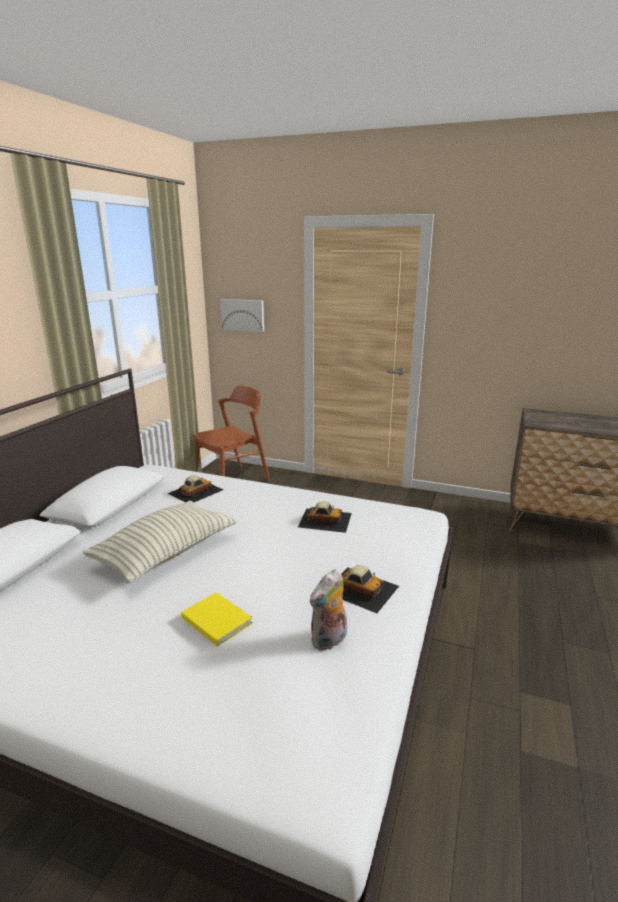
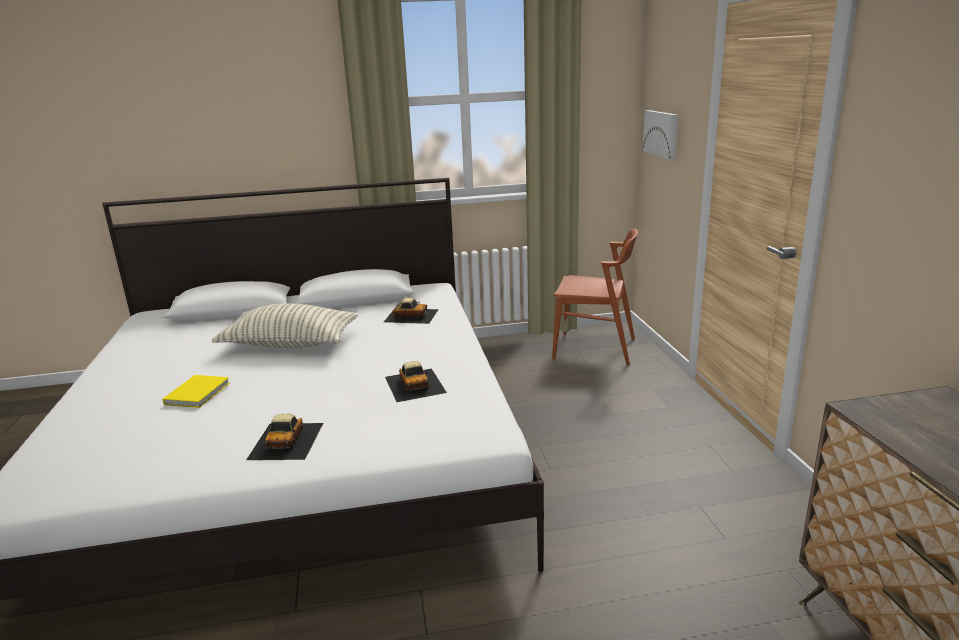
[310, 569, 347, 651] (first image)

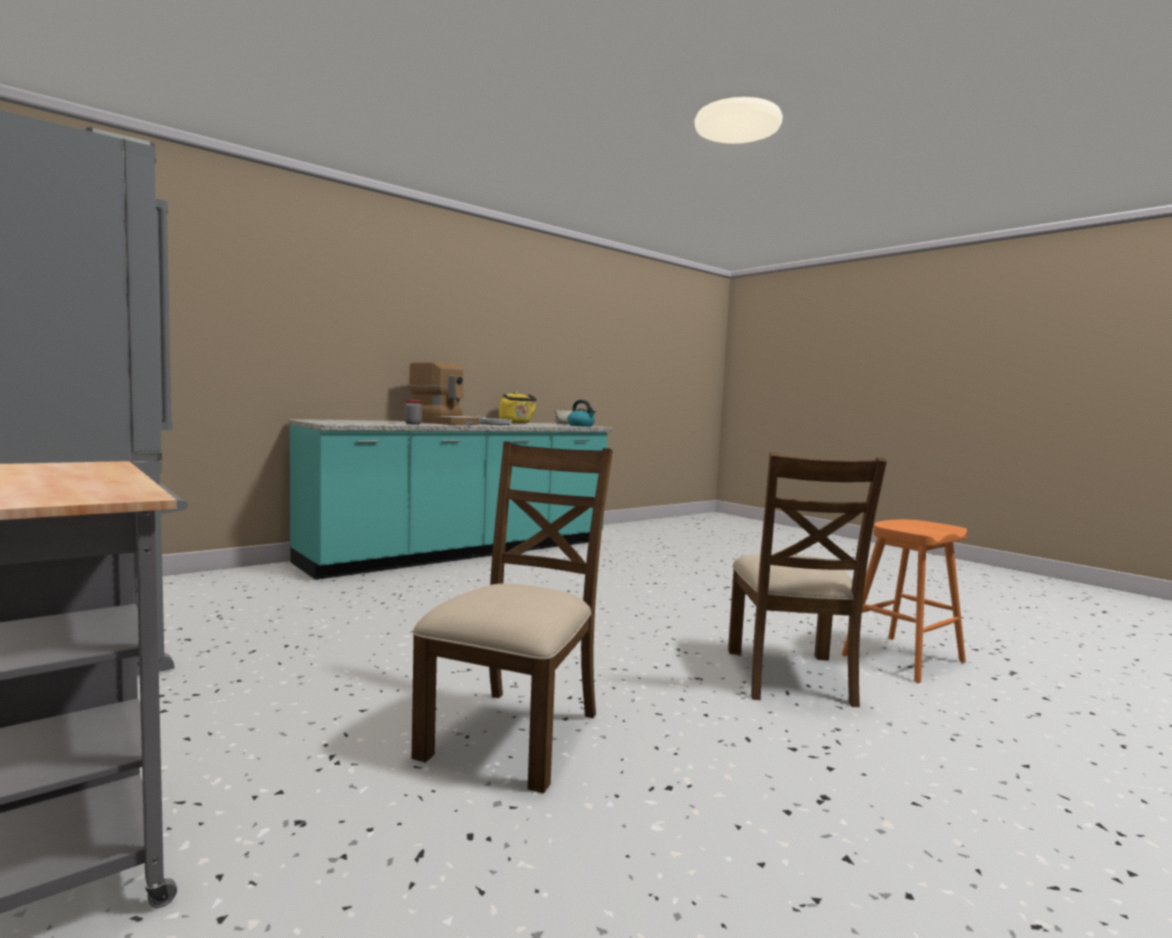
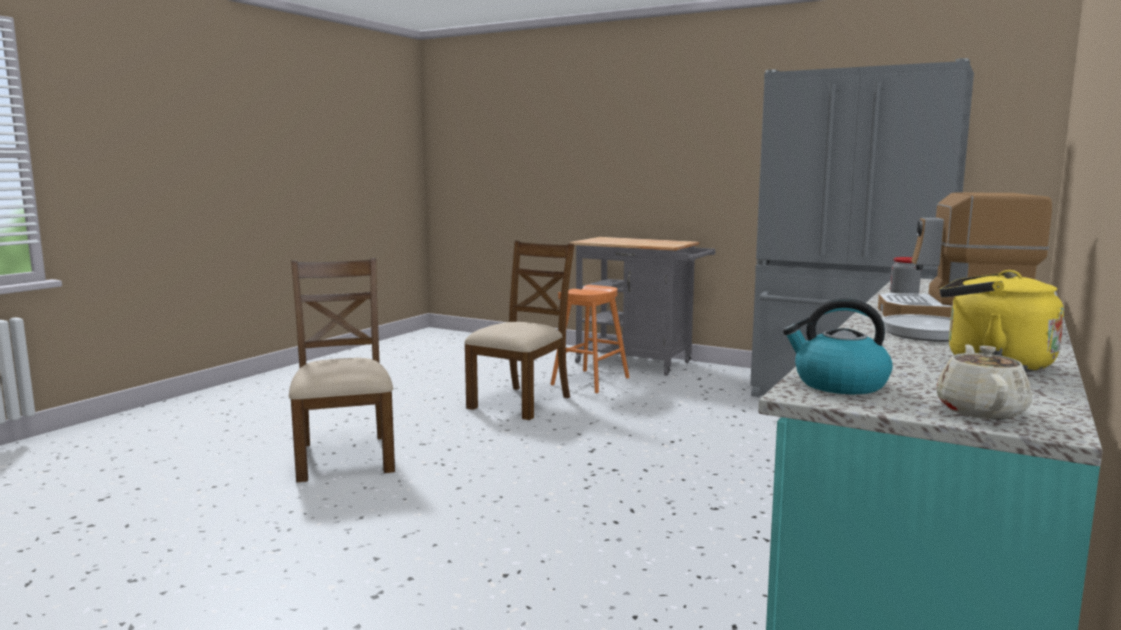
[550, 285, 630, 393]
[464, 241, 574, 420]

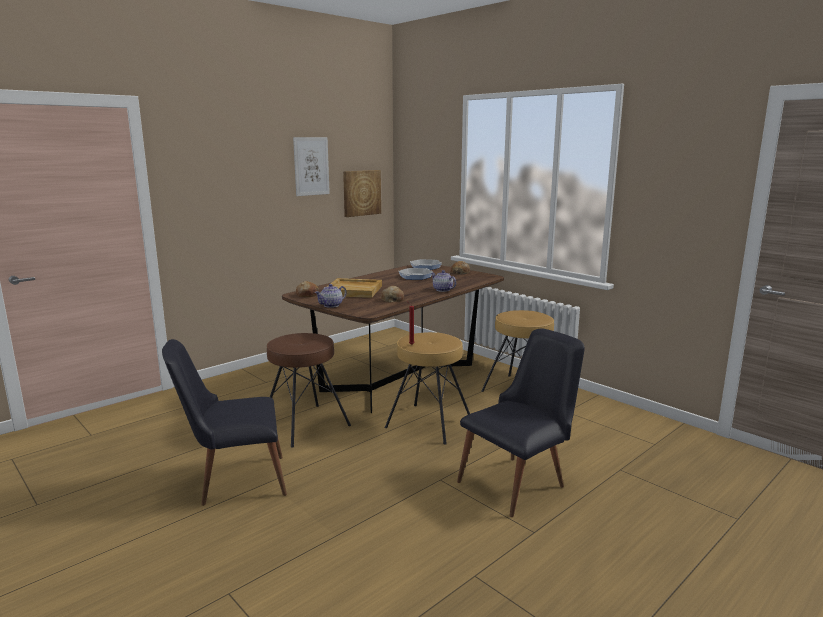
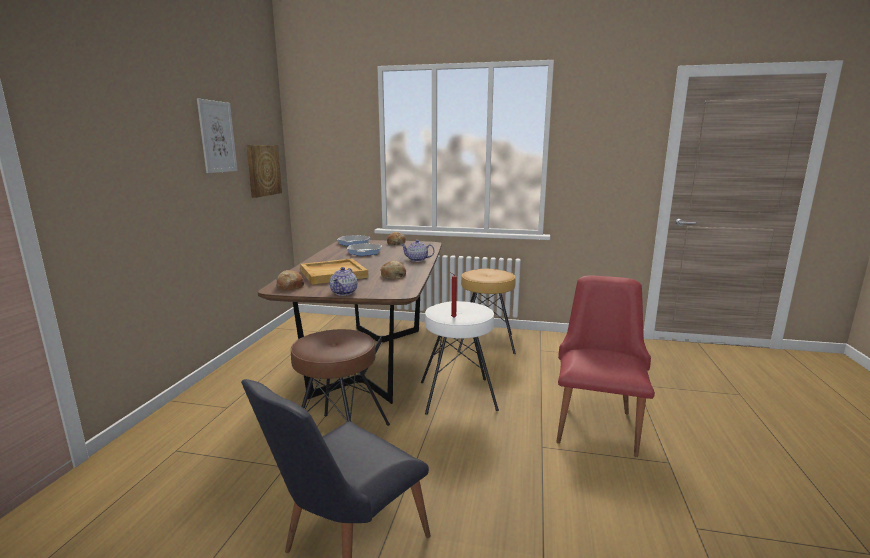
[421, 301, 499, 415]
[556, 275, 655, 457]

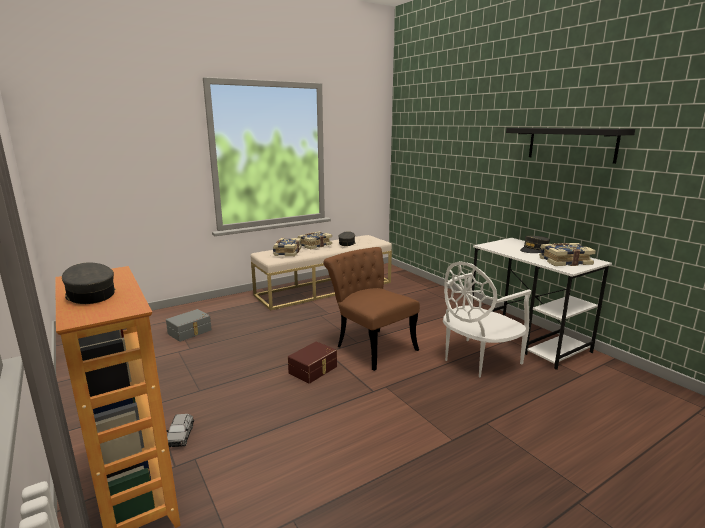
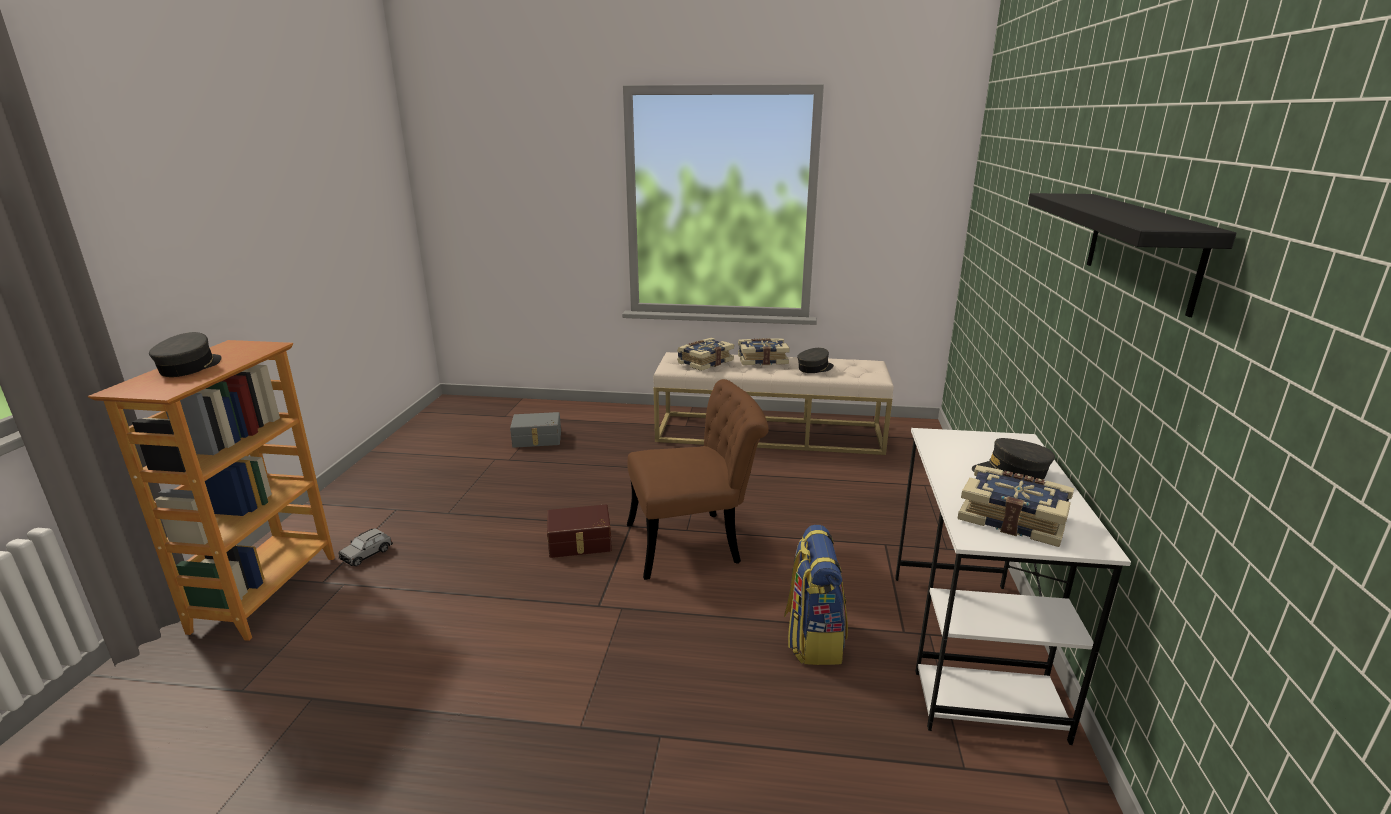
[784, 525, 848, 665]
[627, 379, 769, 580]

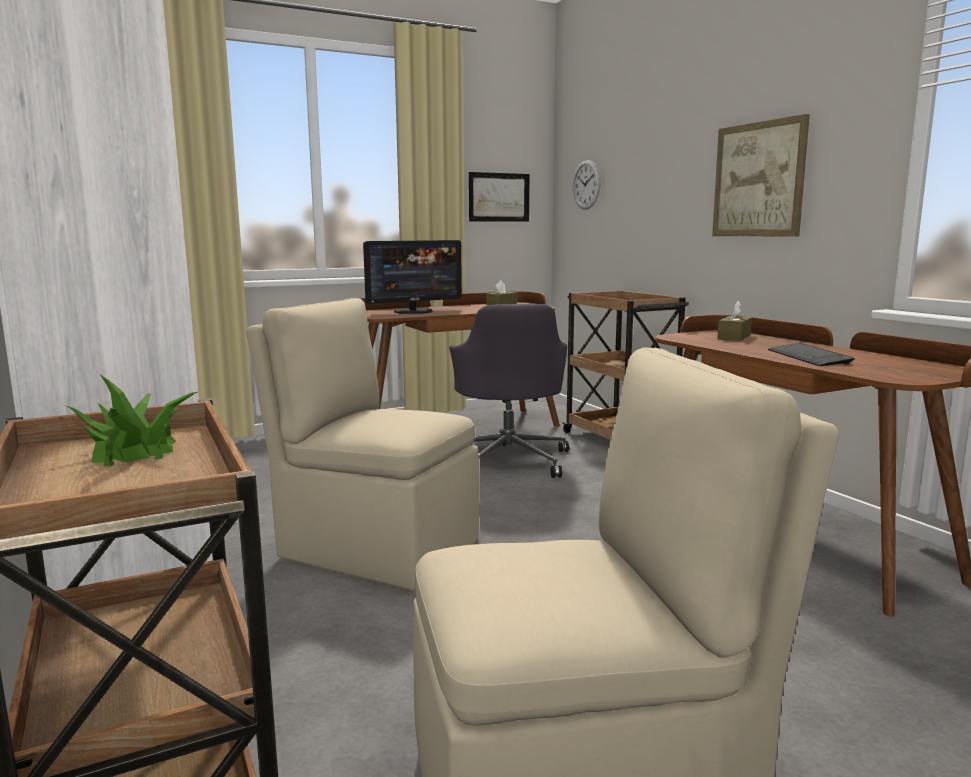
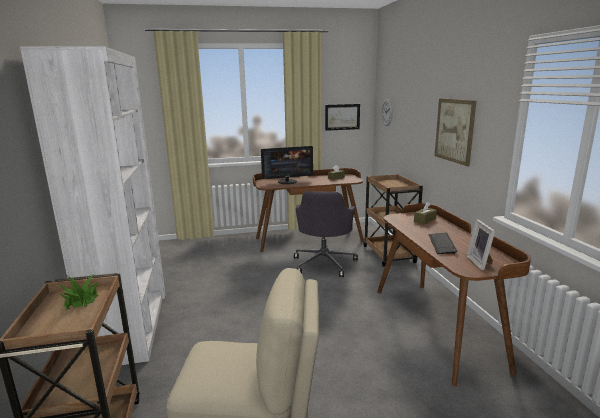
[246, 298, 480, 591] (first image)
[467, 220, 495, 270]

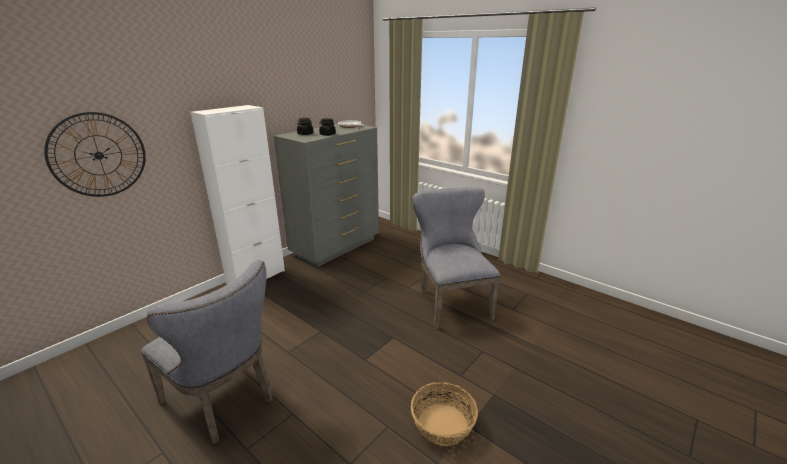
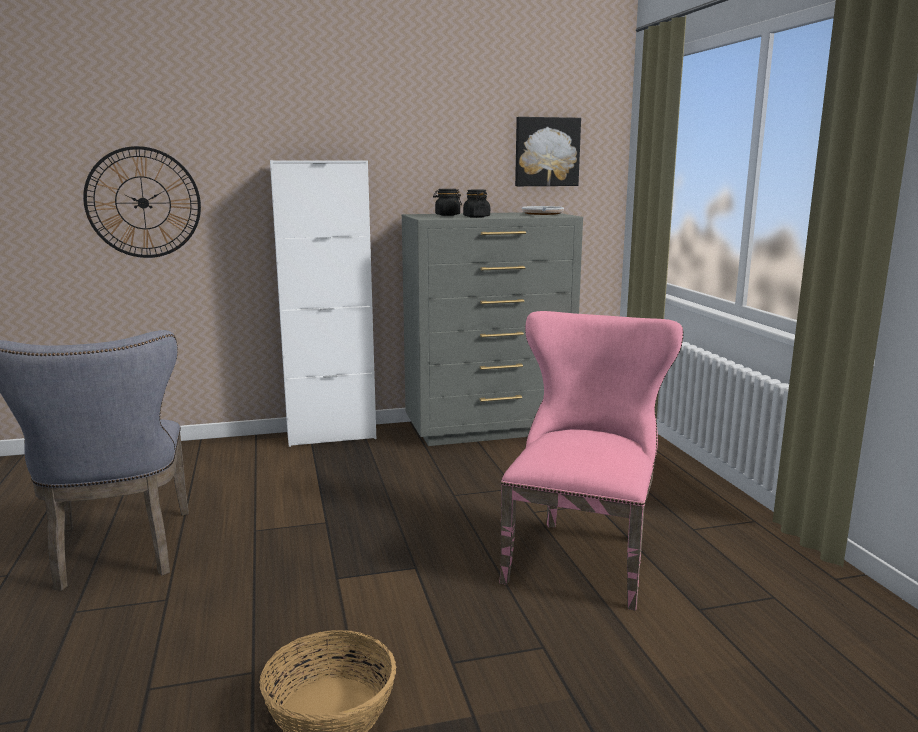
[515, 117, 581, 186]
[499, 311, 684, 611]

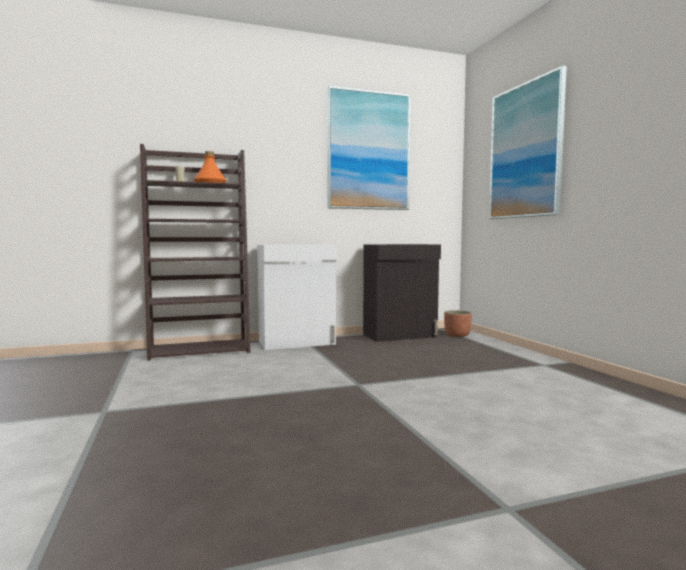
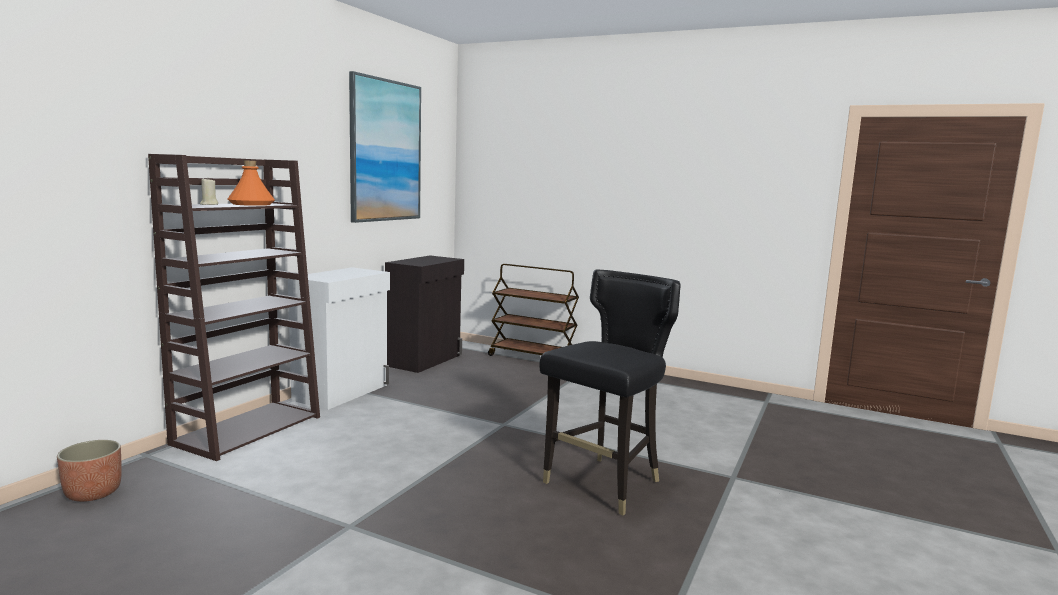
[489, 65, 567, 219] (first image)
[488, 264, 579, 356]
[539, 269, 681, 515]
[57, 440, 122, 502]

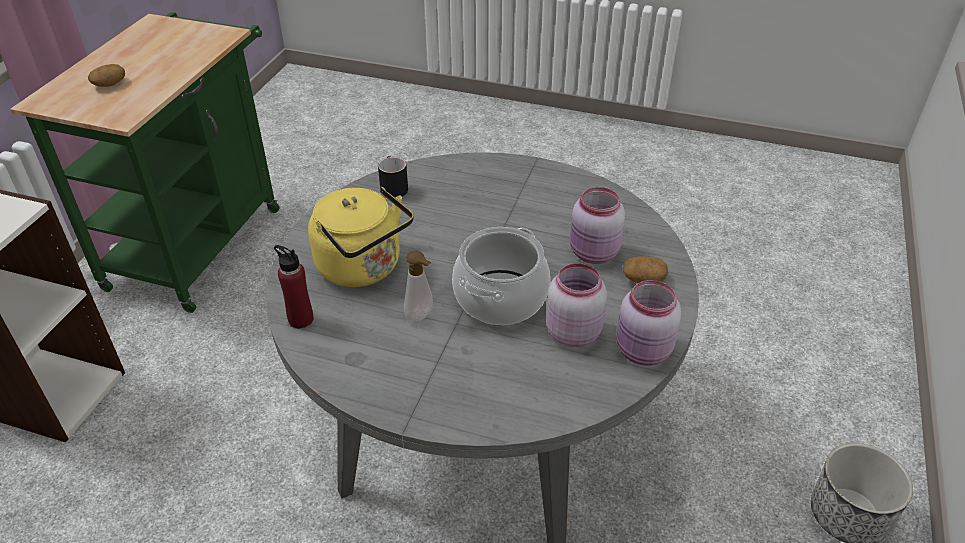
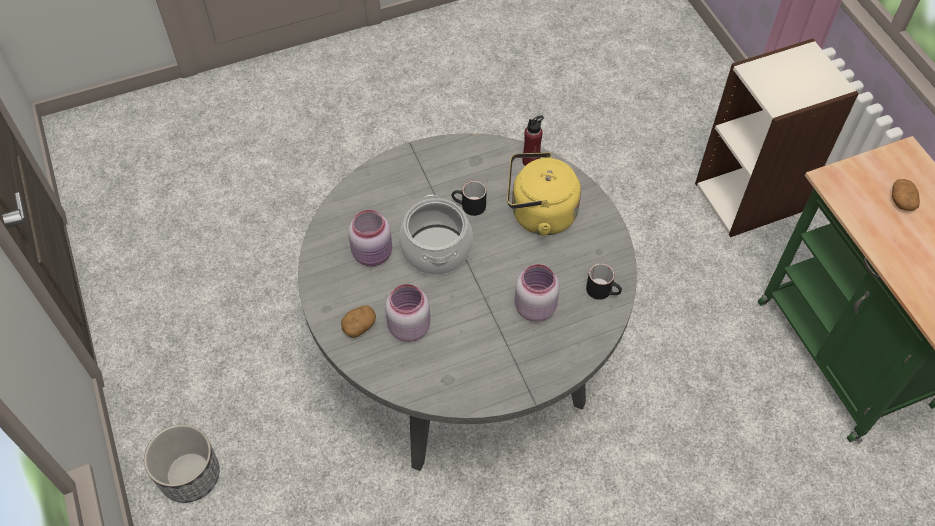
[515, 264, 560, 322]
[452, 181, 486, 216]

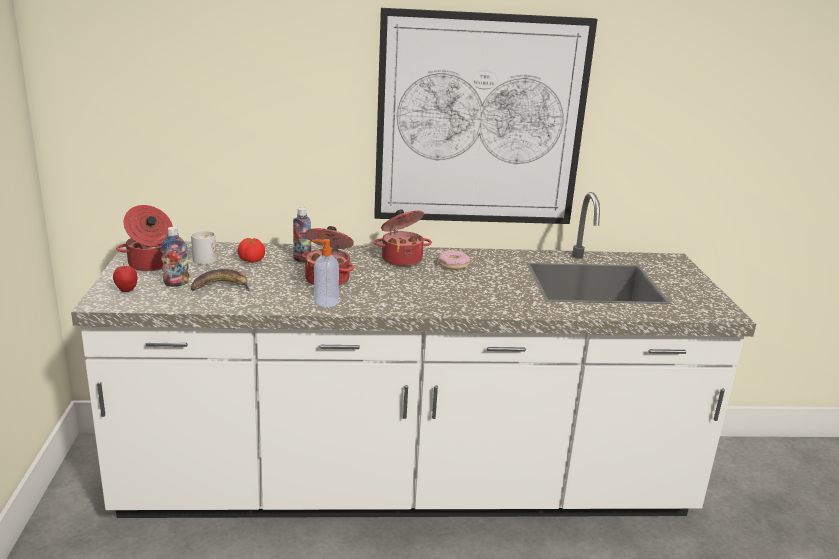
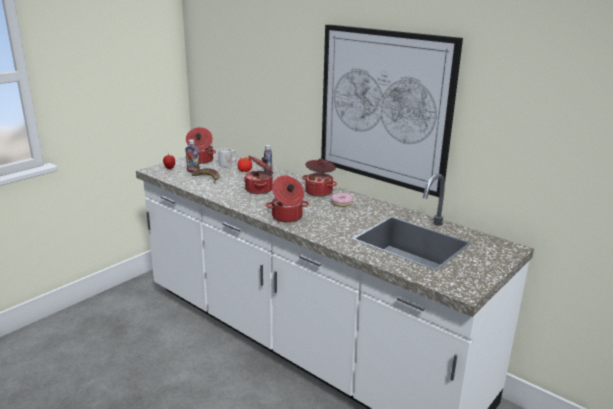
[312, 239, 339, 307] (first image)
[266, 176, 309, 223]

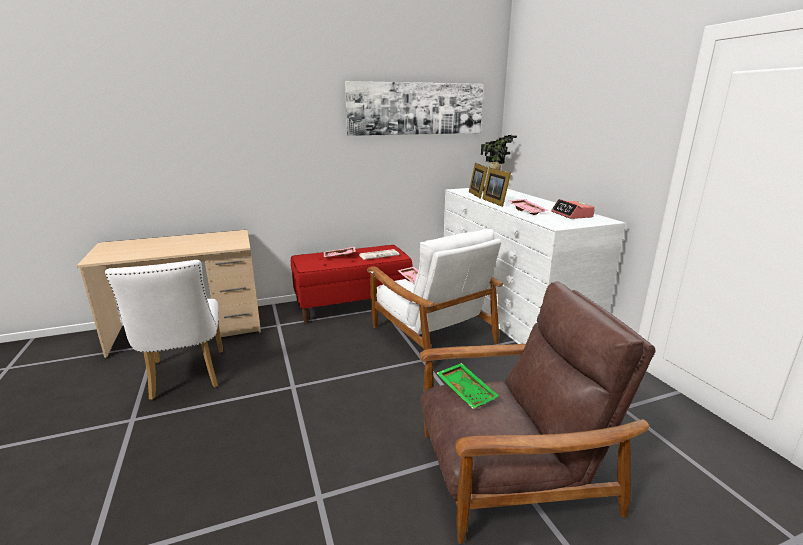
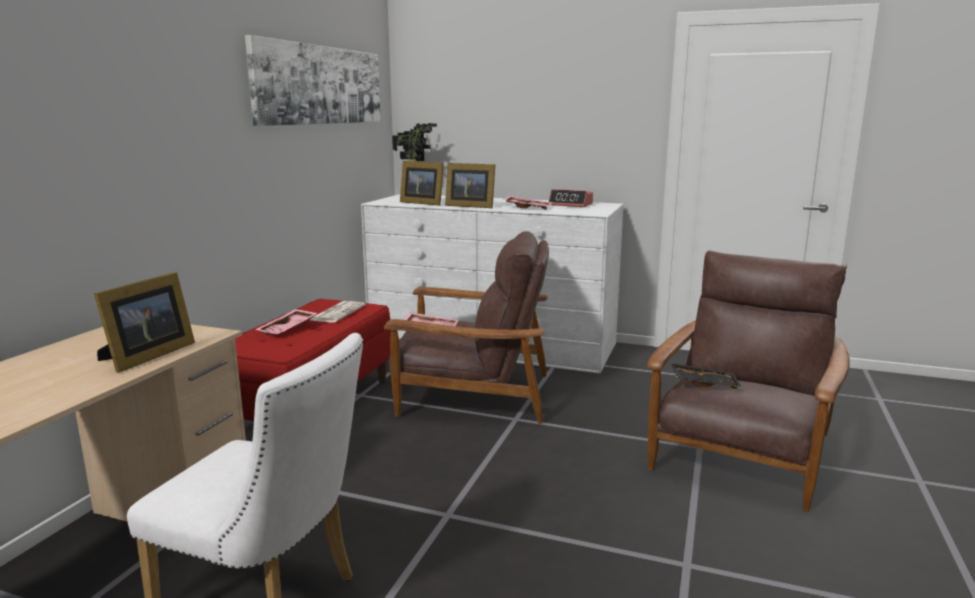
[94, 272, 195, 373]
[384, 231, 549, 424]
[671, 362, 742, 389]

